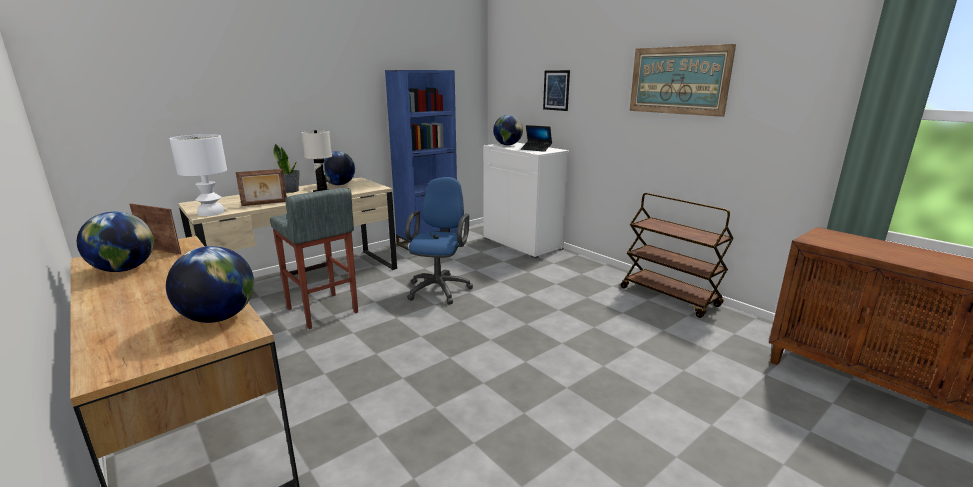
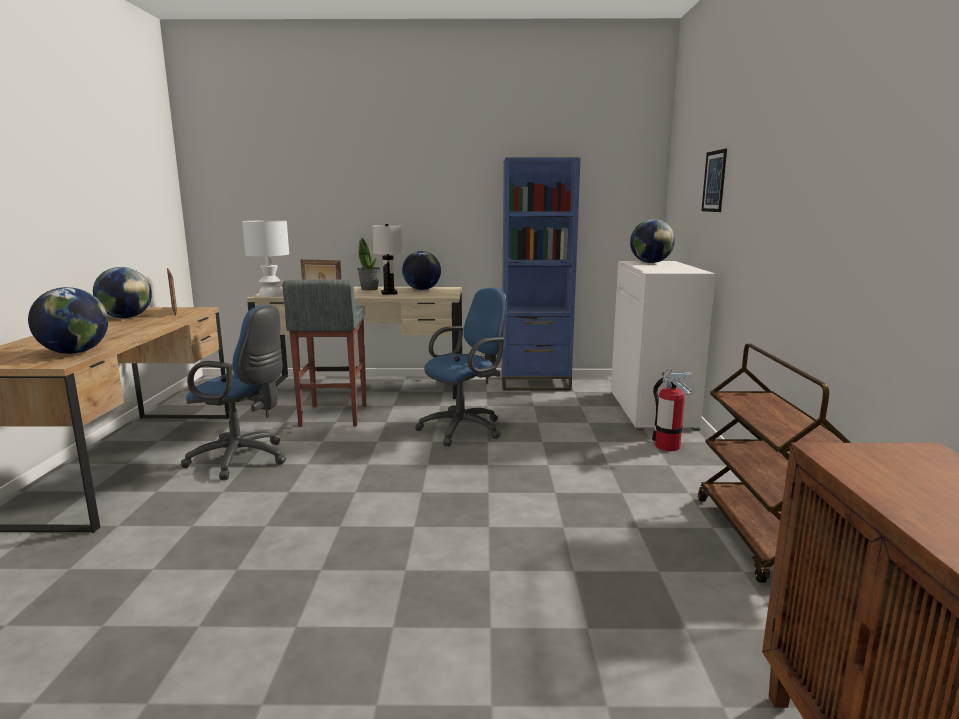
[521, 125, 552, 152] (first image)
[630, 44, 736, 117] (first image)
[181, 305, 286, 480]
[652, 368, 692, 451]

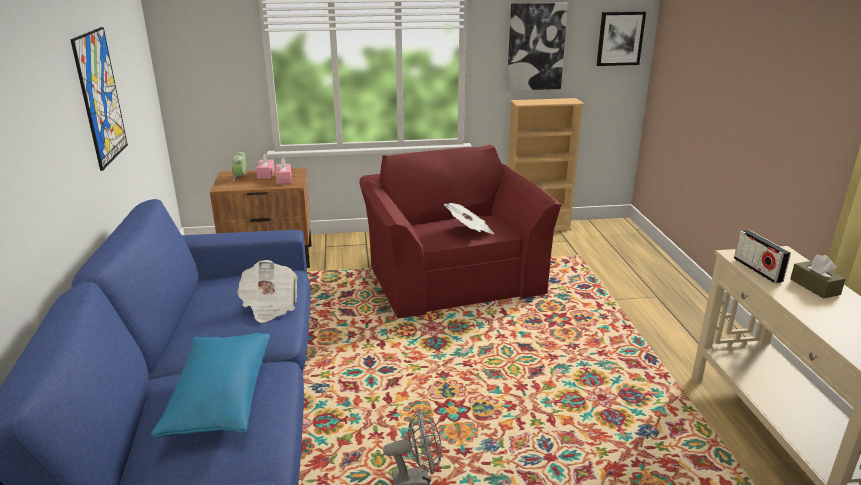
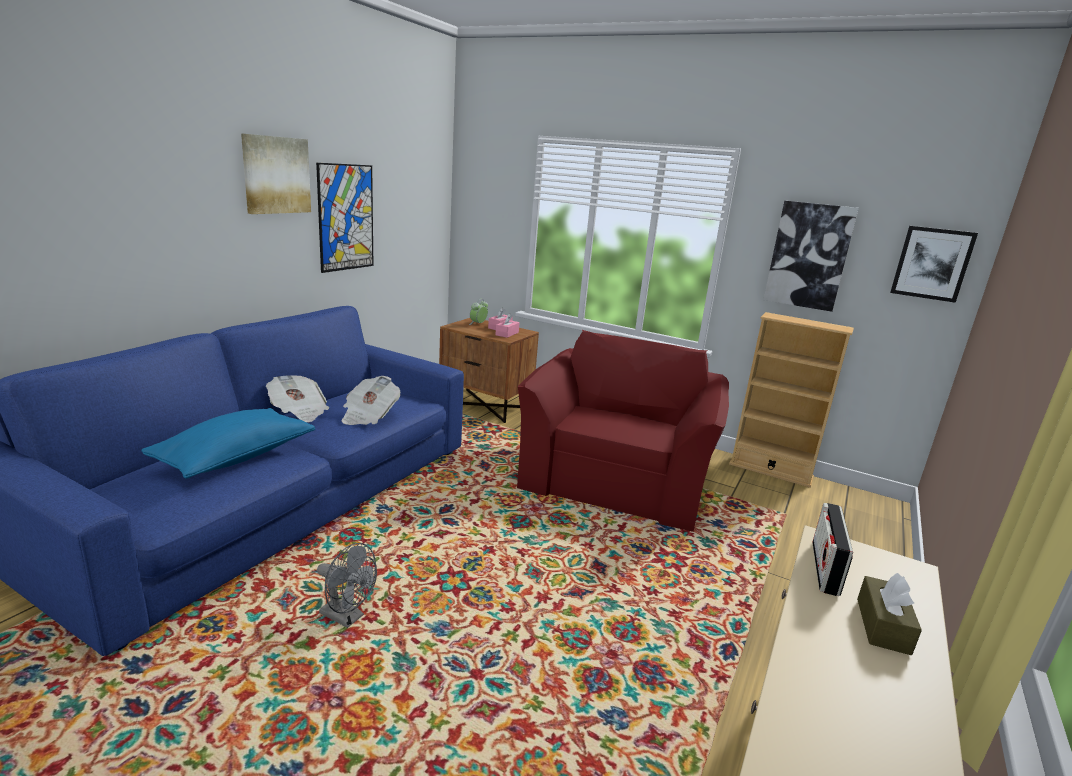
[241, 133, 311, 214]
[266, 375, 329, 422]

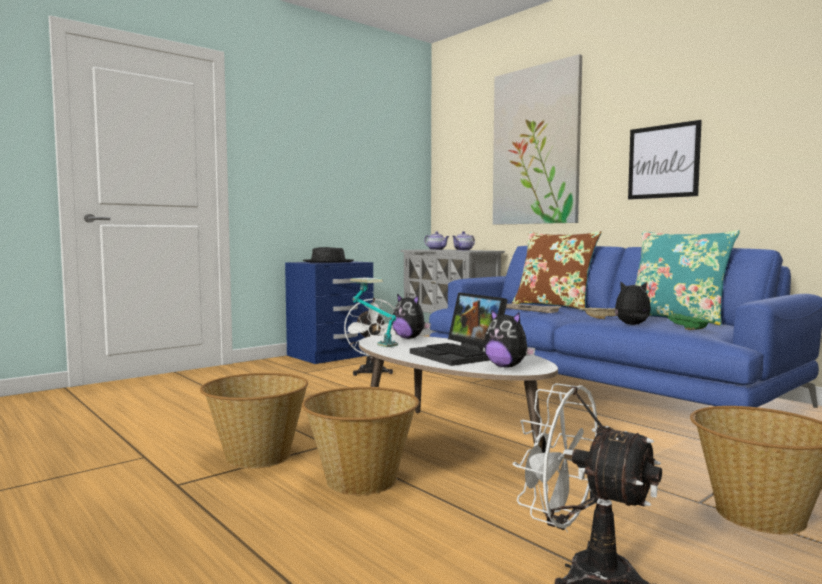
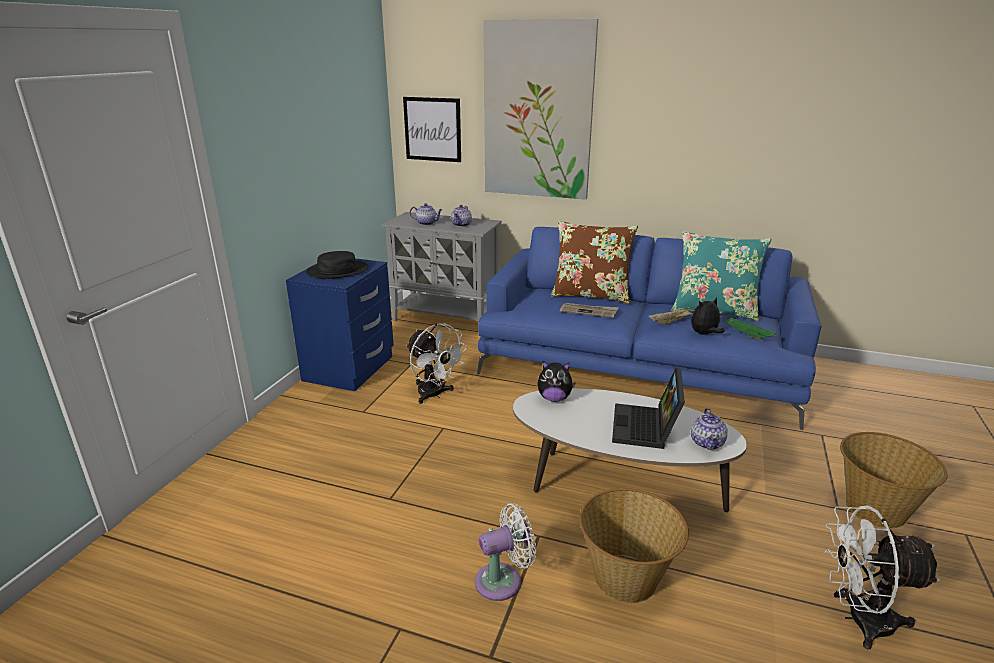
[350, 277, 398, 347] (first image)
[403, 97, 461, 162]
[475, 503, 536, 601]
[691, 408, 728, 450]
[612, 368, 685, 449]

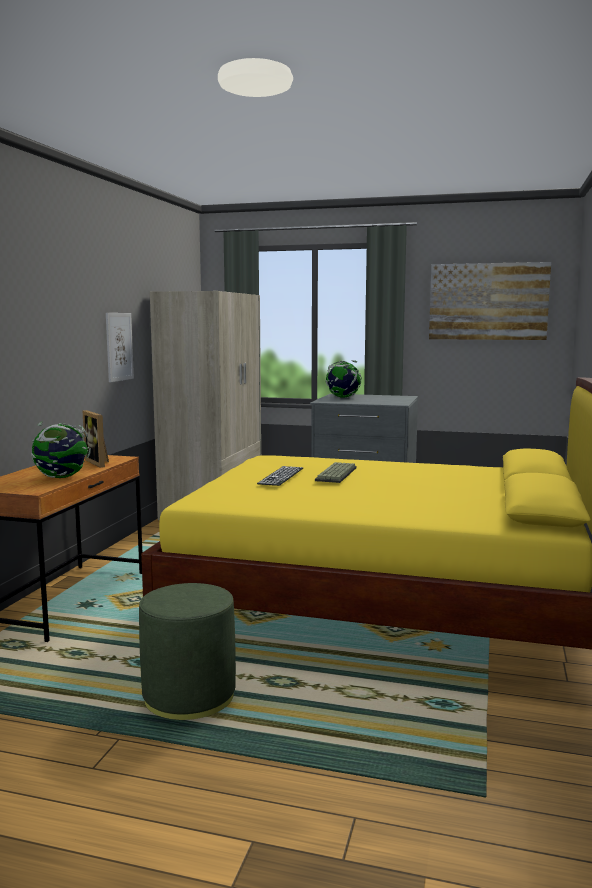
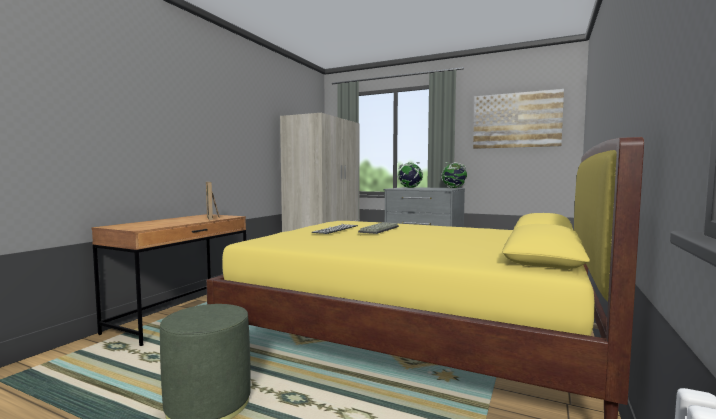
[106, 313, 134, 382] (first image)
[441, 162, 467, 188]

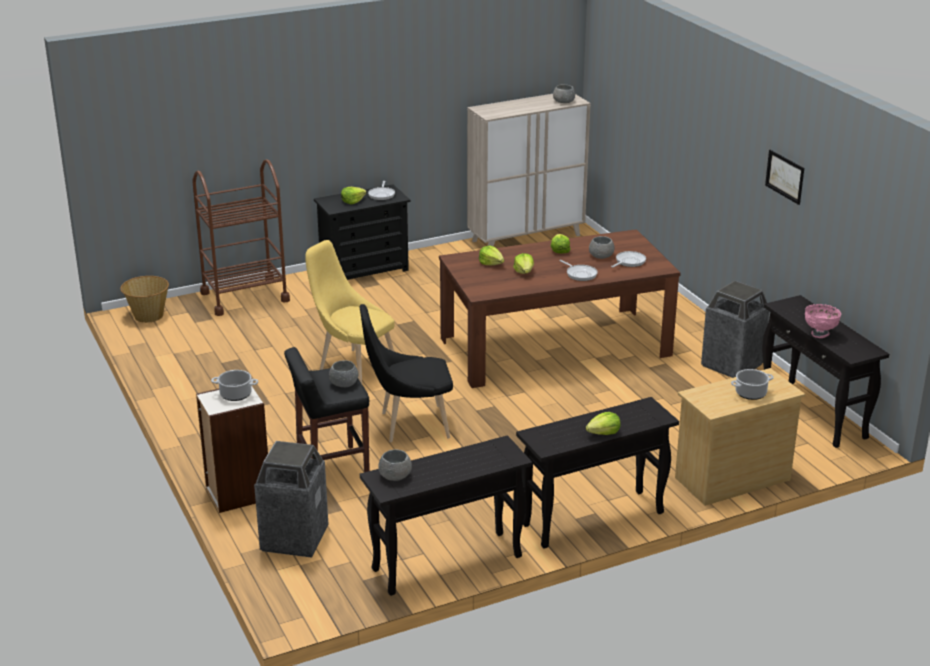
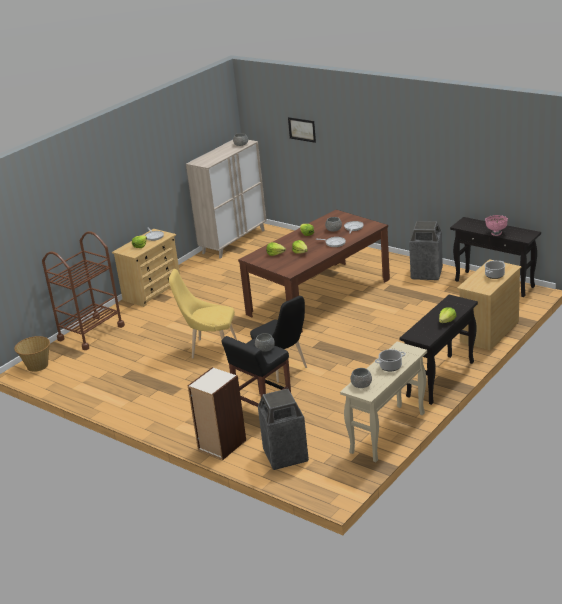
[375, 349, 406, 372]
[288, 117, 316, 143]
[112, 229, 180, 307]
[340, 342, 427, 463]
[250, 296, 307, 382]

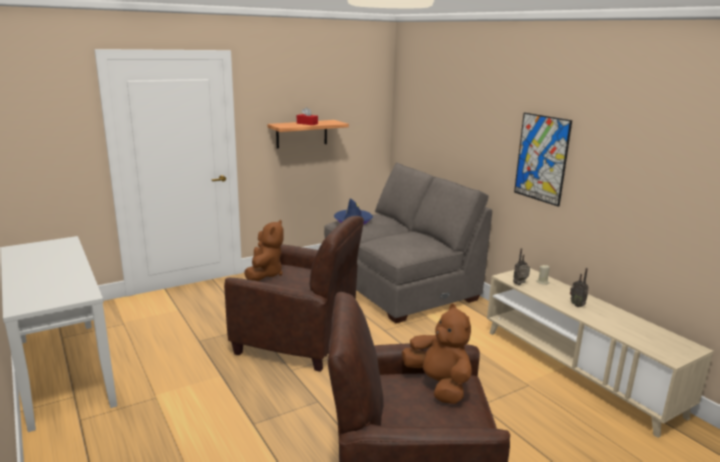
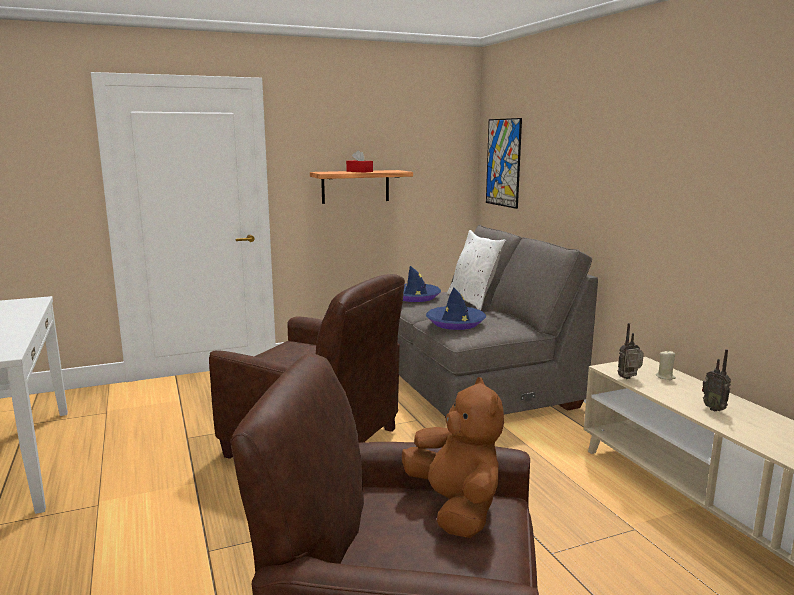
[244, 220, 284, 281] (first image)
[426, 288, 486, 330]
[447, 230, 506, 310]
[486, 118, 522, 209]

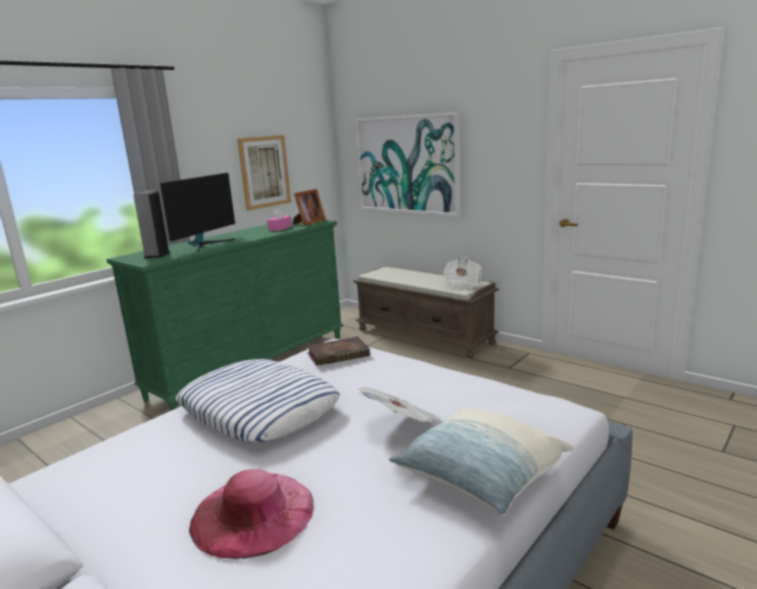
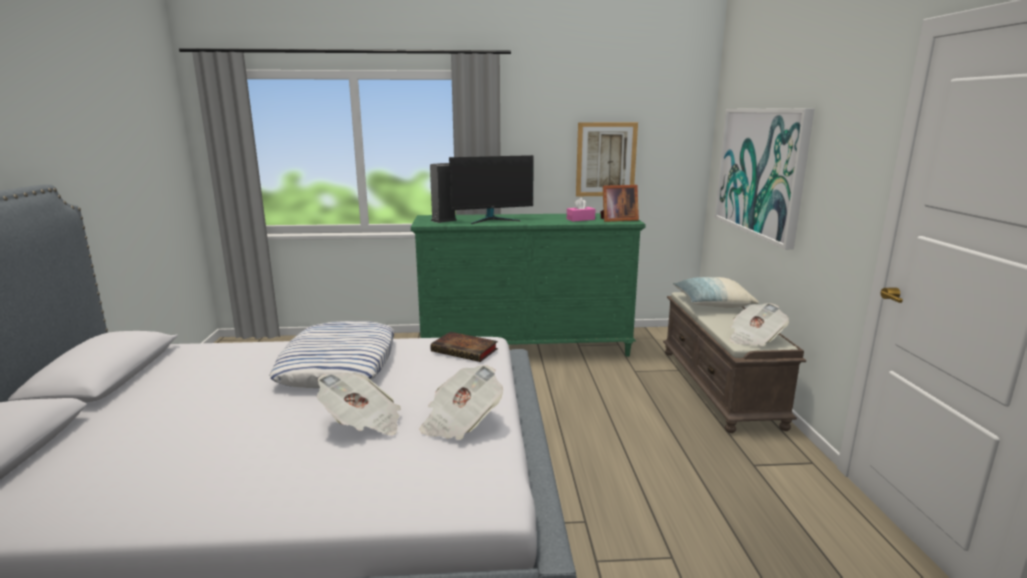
[189, 469, 314, 559] (first image)
[419, 365, 503, 440]
[673, 277, 759, 308]

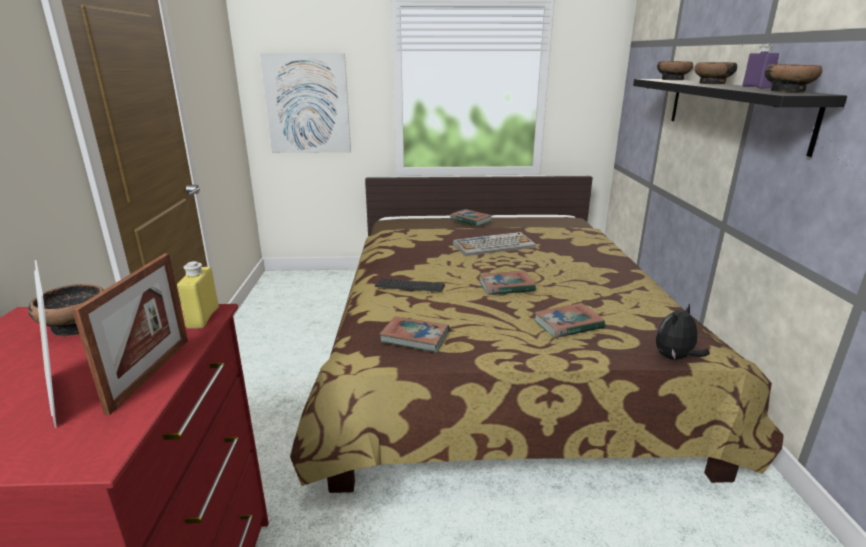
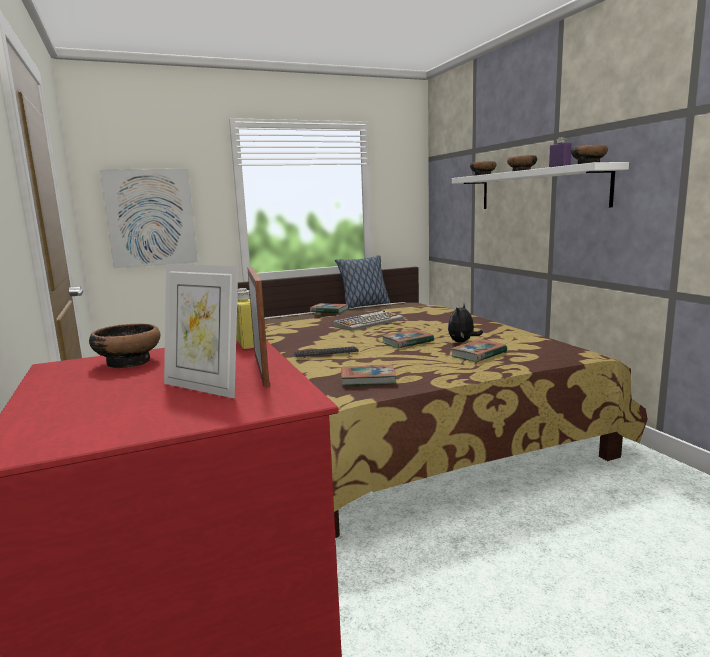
[335, 255, 390, 308]
[448, 304, 483, 342]
[452, 162, 629, 209]

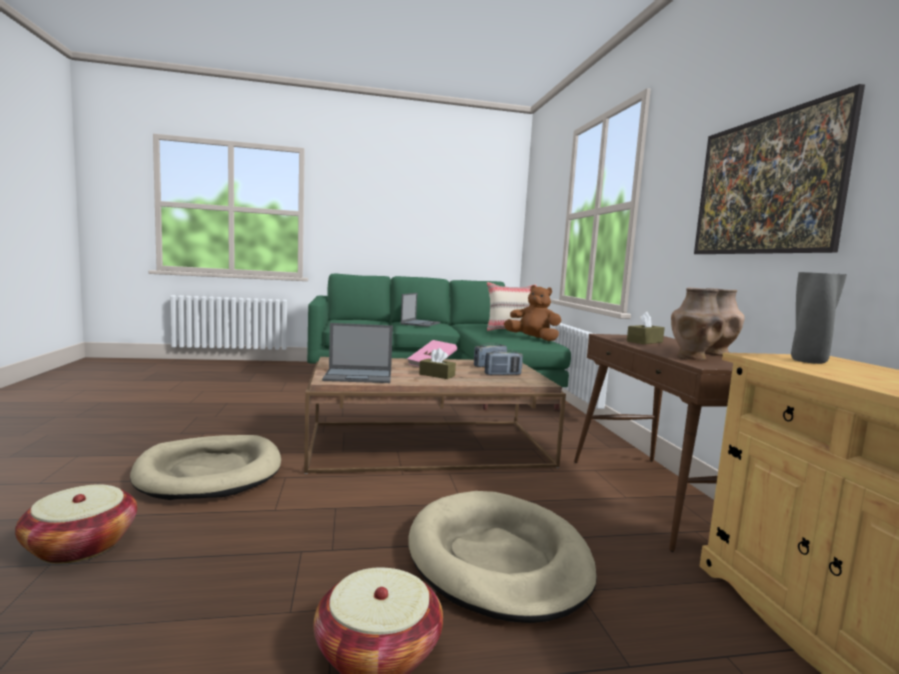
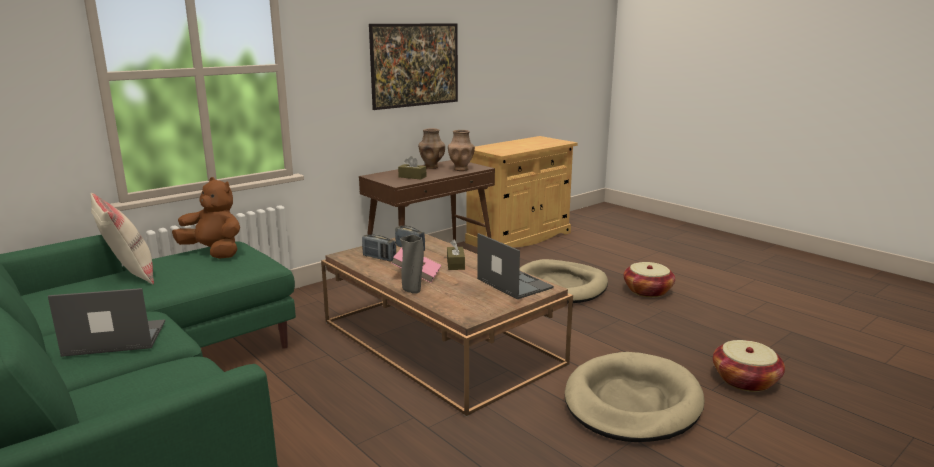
[400, 235, 424, 294]
[172, 177, 240, 259]

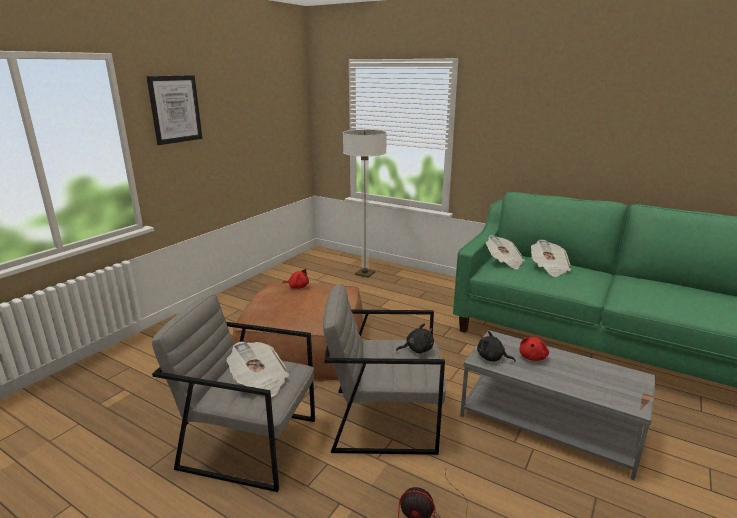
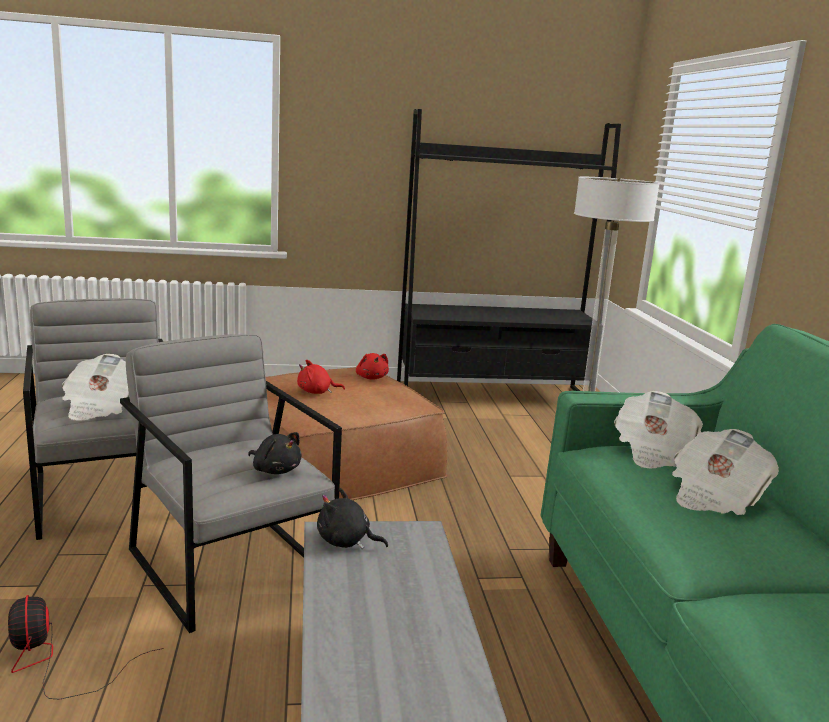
[146, 75, 202, 145] (first image)
[397, 109, 621, 391]
[297, 360, 345, 394]
[317, 488, 388, 549]

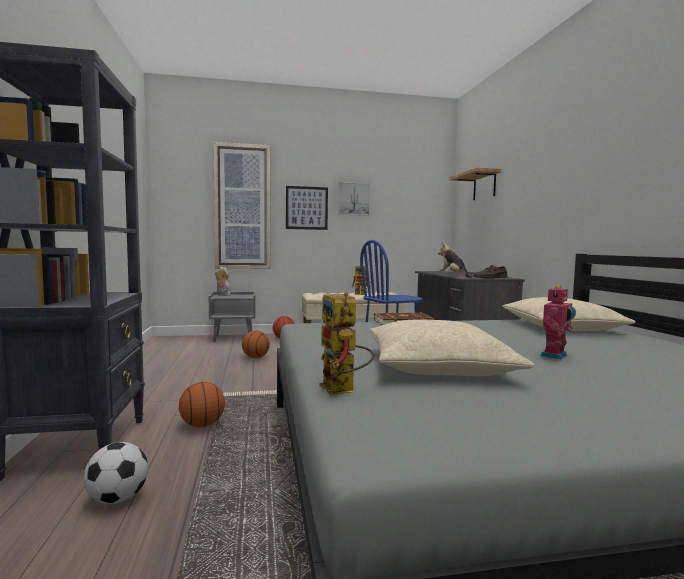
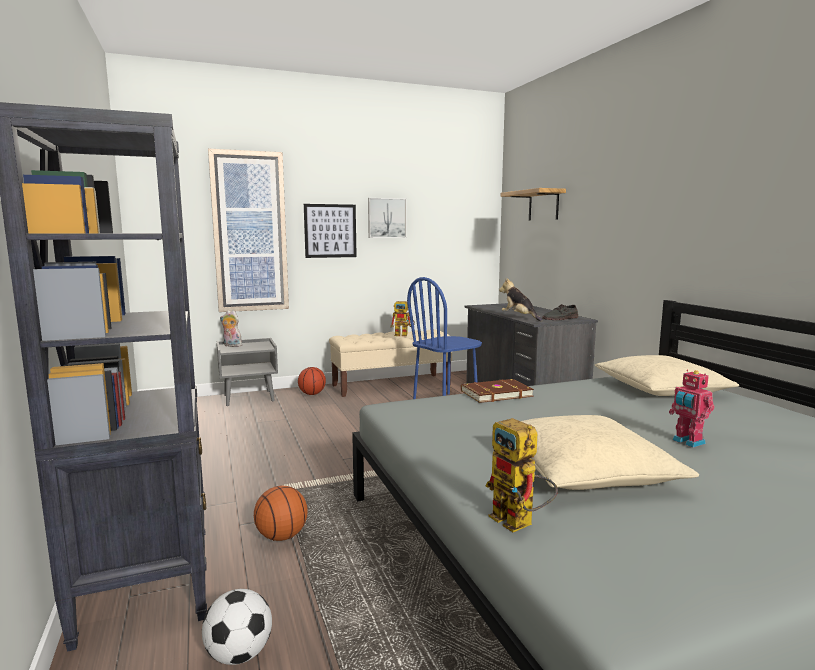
[242, 330, 270, 358] (first image)
[669, 369, 715, 448]

